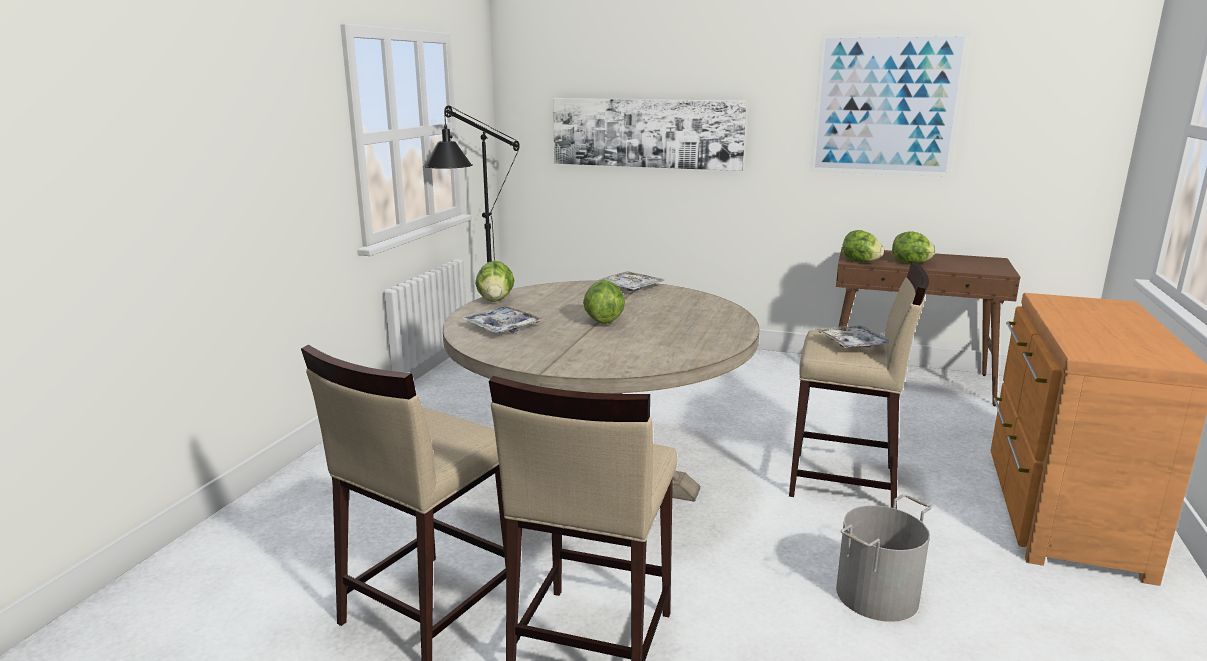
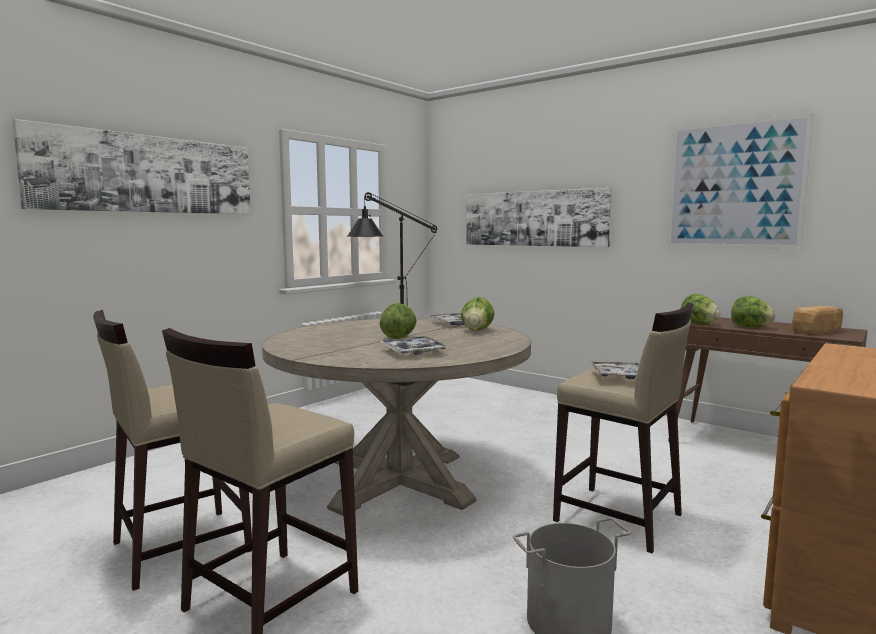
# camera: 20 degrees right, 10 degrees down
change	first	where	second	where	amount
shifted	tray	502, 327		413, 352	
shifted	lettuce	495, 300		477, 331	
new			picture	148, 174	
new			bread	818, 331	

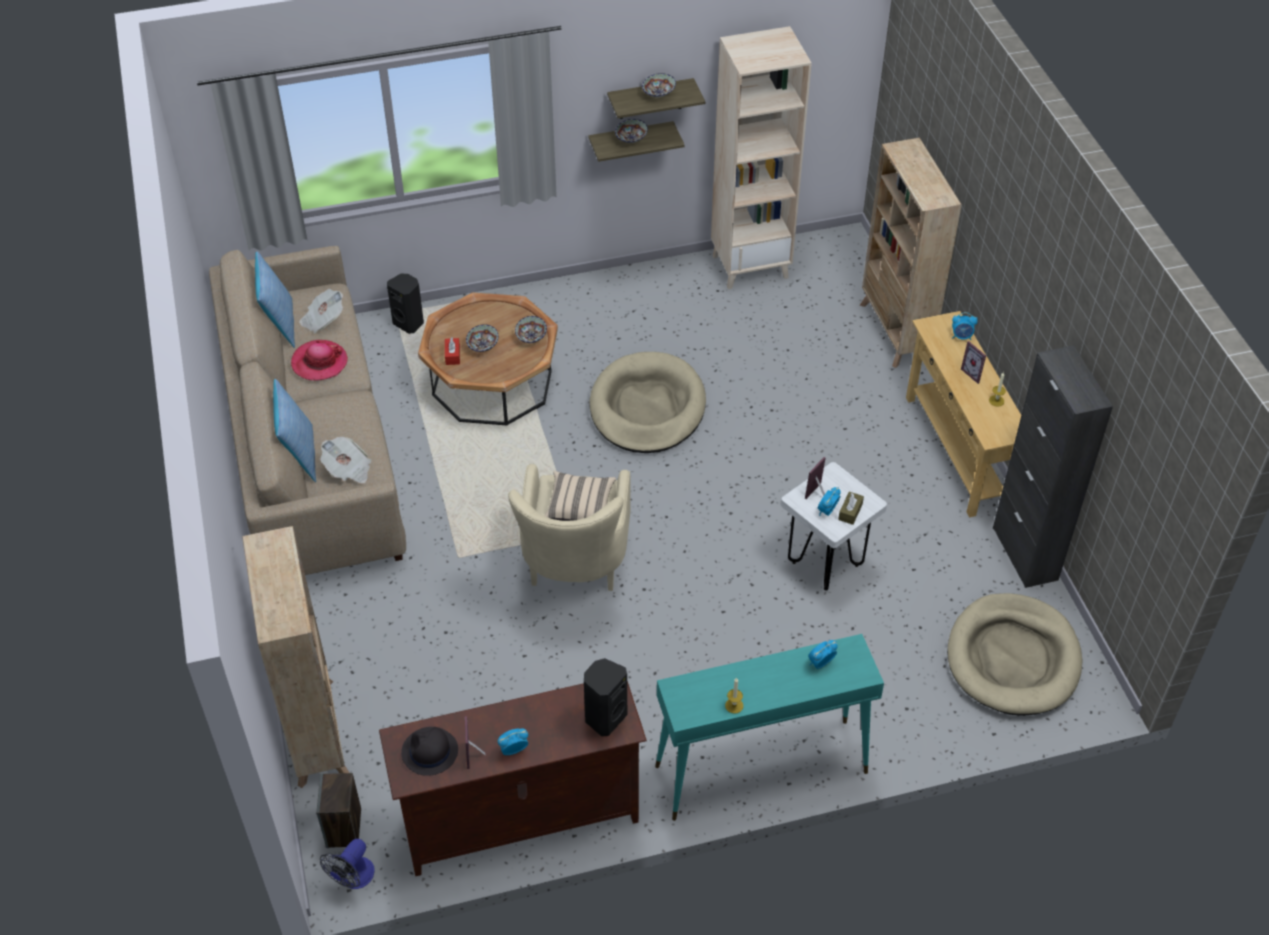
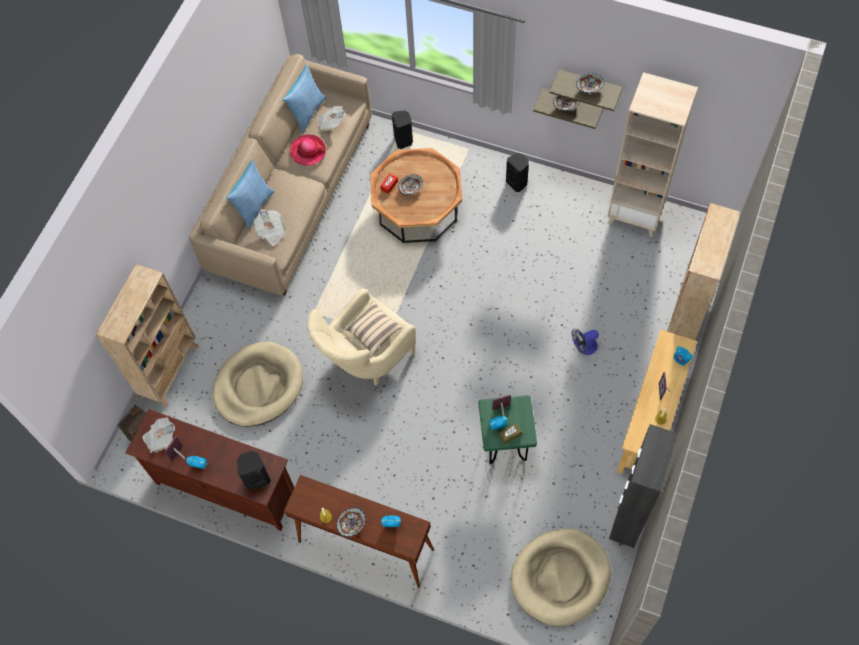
# camera: 40 degrees right, 15 degrees up
change	first	where	second	where	amount
shifted	fan	353, 878		584, 347	
swapped	black hat	429, 752	newspaper	160, 438	
shifted	bowl	531, 337		352, 524	
shifted	beige dog bed	647, 407		258, 386	
repainted	turquoise console table	760, 769	brown console table	365, 545	
repainted	white stool	825, 564	green stool	505, 446	
new			black speaker	517, 182	

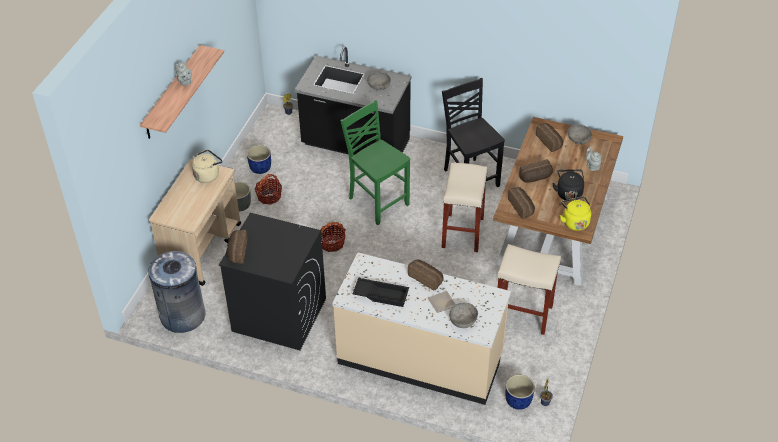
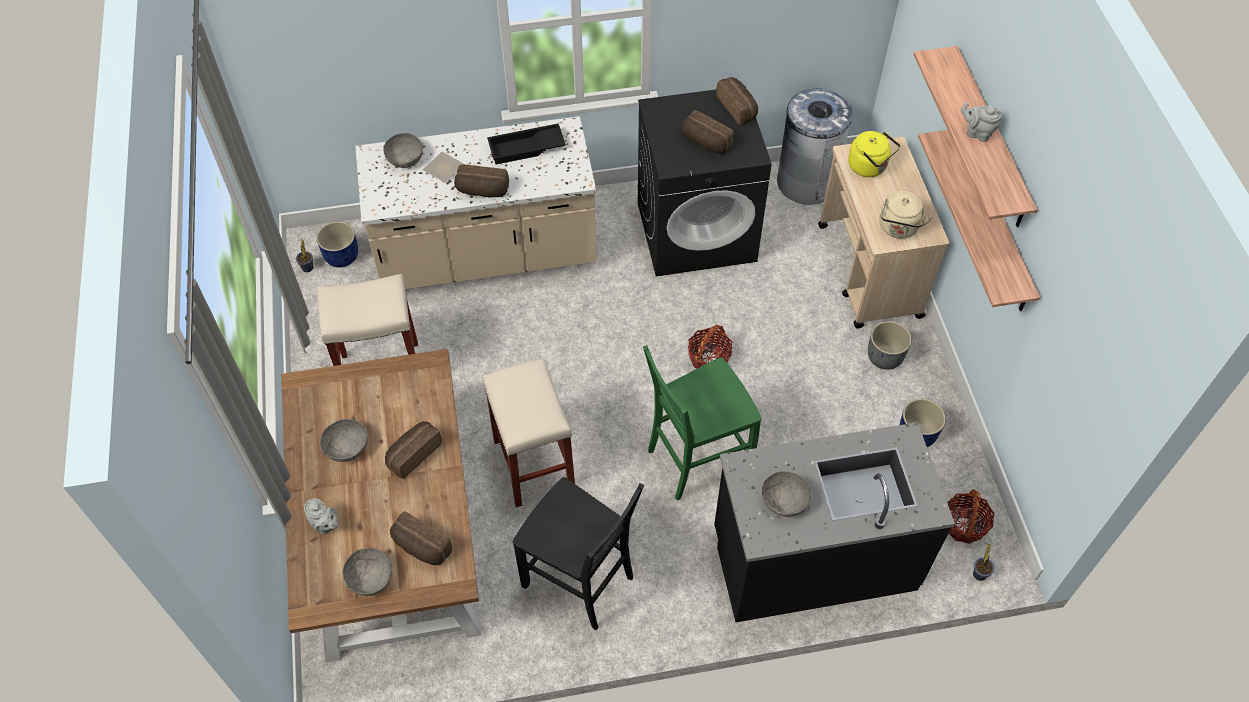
# camera: 150 degrees right, 10 degrees up
change	first	where	second	where	amount
shifted	basket	269, 196		964, 524	
rotated	green chair	377, 201		696, 460	135 degrees clockwise
shifted	bread	522, 207		705, 142	
swapped	black kettle	568, 193	grey bowl	347, 448	
shifted	yellow kettle	574, 222		869, 167	
new			shelf	993, 222	

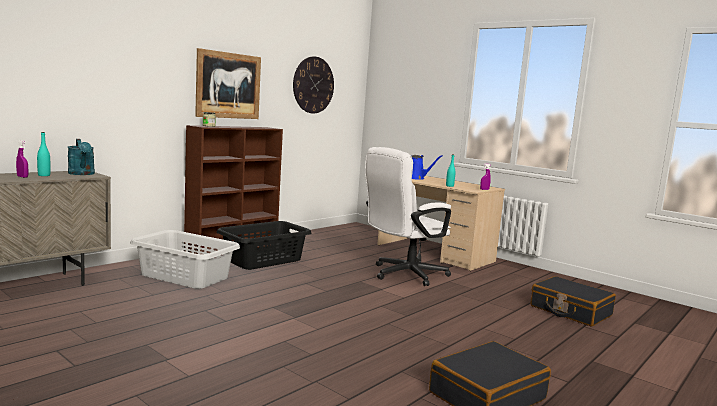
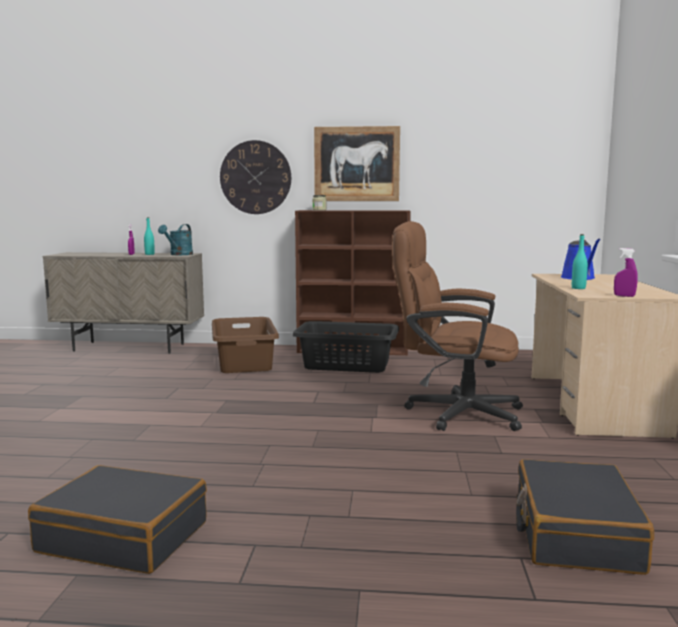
# camera: 55 degrees right, 0 degrees up
change	first	where	second	where	amount
repainted	grey laundry basket	185, 276	brown laundry basket	245, 362	
shifted	wall clock	313, 85		255, 177	
repainted	white office chair	403, 275	brown office chair	453, 412	

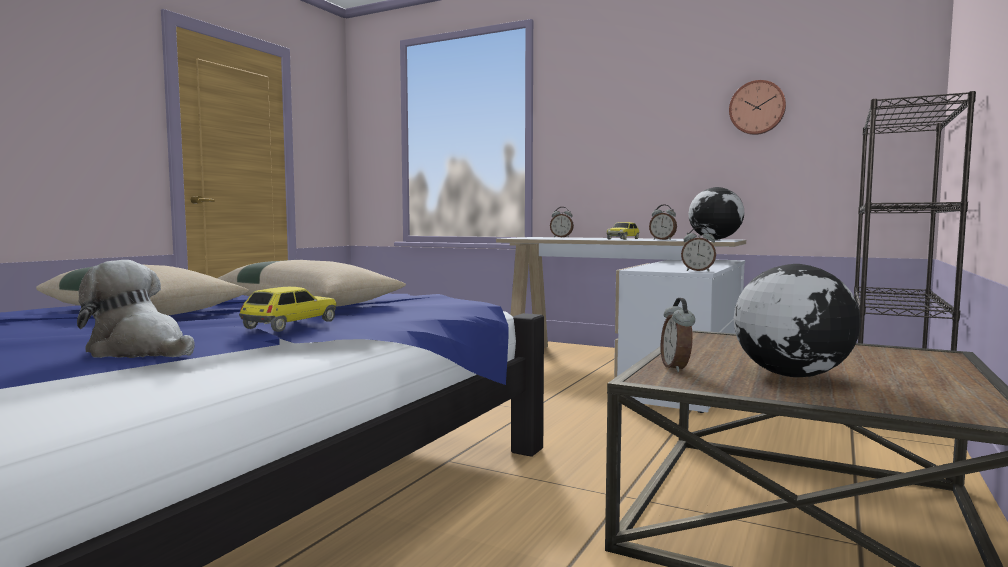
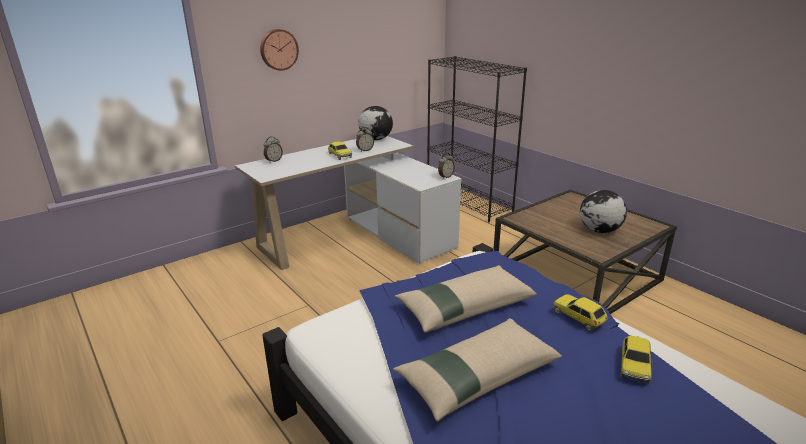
# camera: 65 degrees left, 20 degrees up
change	first	where	second	where	amount
swapped	plush toy	140, 351	toy car	634, 366	
gone	alarm clock	677, 368			
shifted	wall clock	757, 108		278, 49	

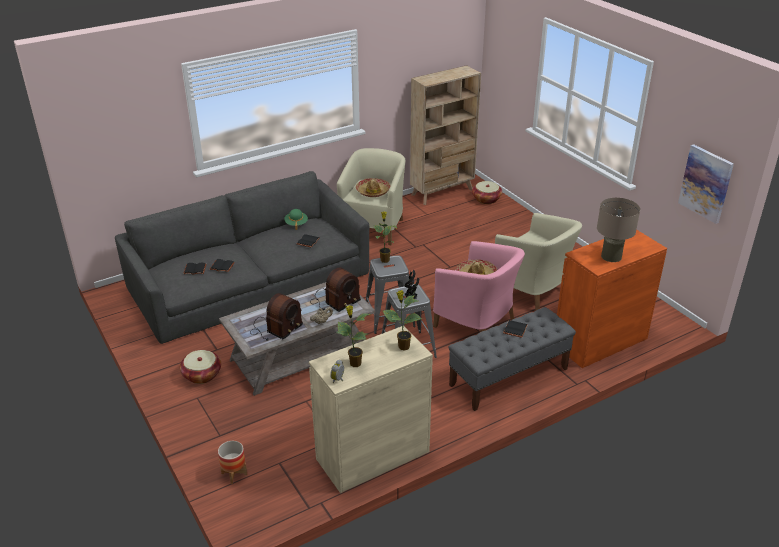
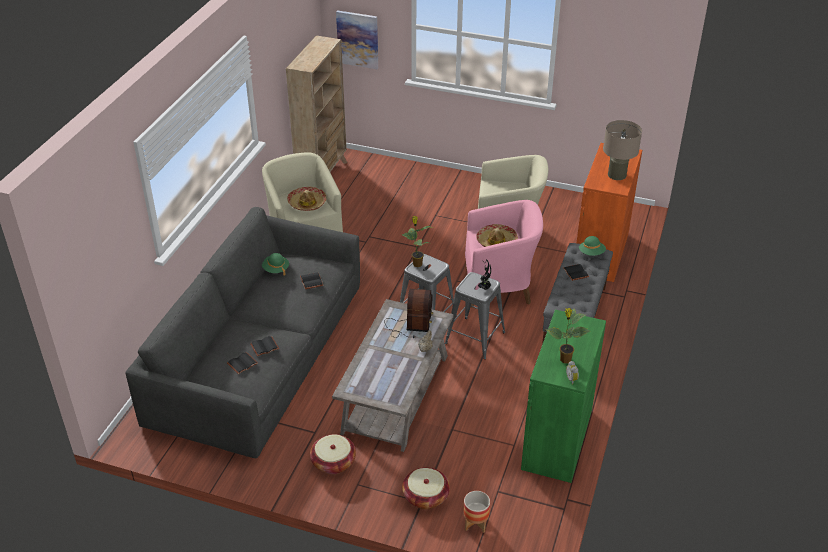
# camera: 40 degrees left, 5 degrees up
change	first	where	second	where	amount
gone	radio	275, 328			
repainted	beige cabinet	372, 455	green cabinet	557, 439	
gone	potted plant	403, 347			
shifted	basket	486, 199		425, 496	
shifted	picture	706, 183		358, 39	
new			green hat	591, 253	

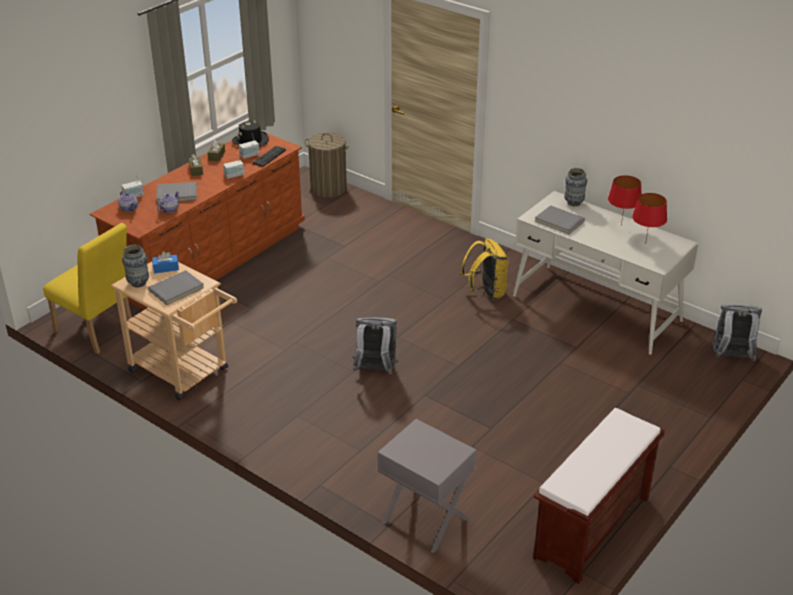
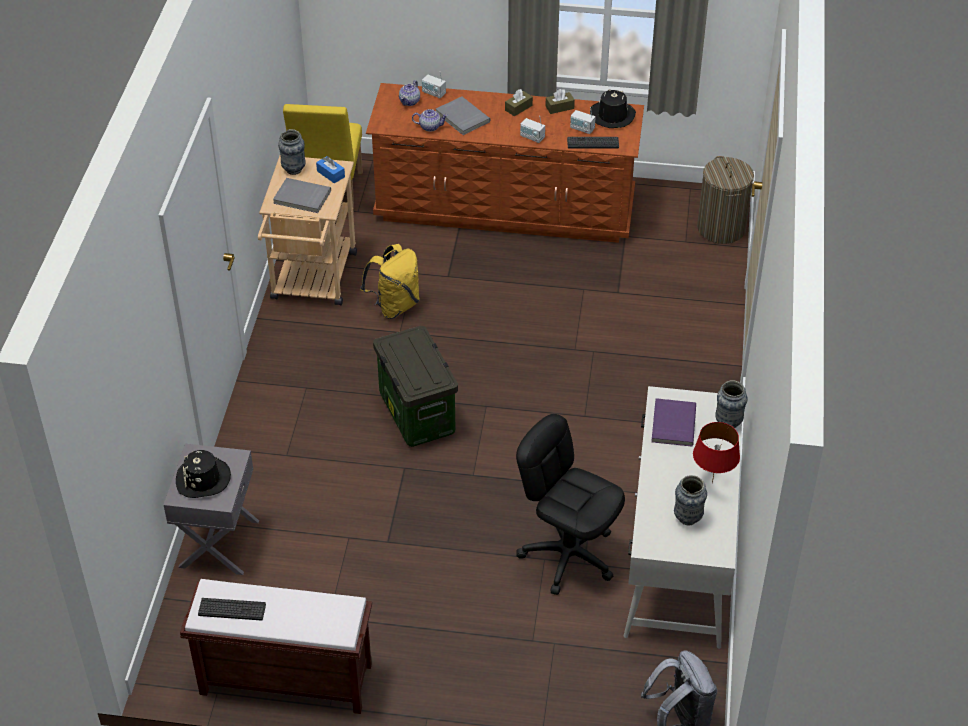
# camera: 60 degrees right, 10 degrees up
change	first	where	second	where	amount
swapped	grey backpack	375, 371	storage box	415, 413	
shifted	yellow backpack	486, 293		394, 306	
repainted	grey book	559, 222	purple book	672, 424	
swapped	red table lamp	645, 244	vase	687, 518	
new			black hat	203, 479	
new			keyboard	232, 609	
new			black office chair	568, 555	

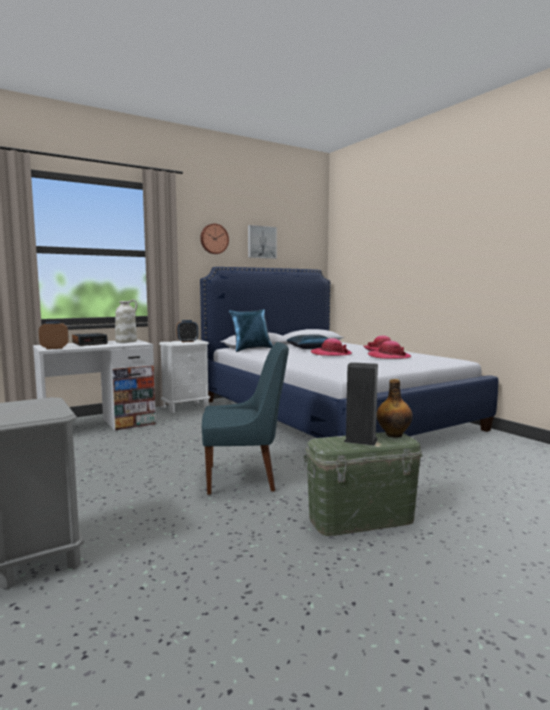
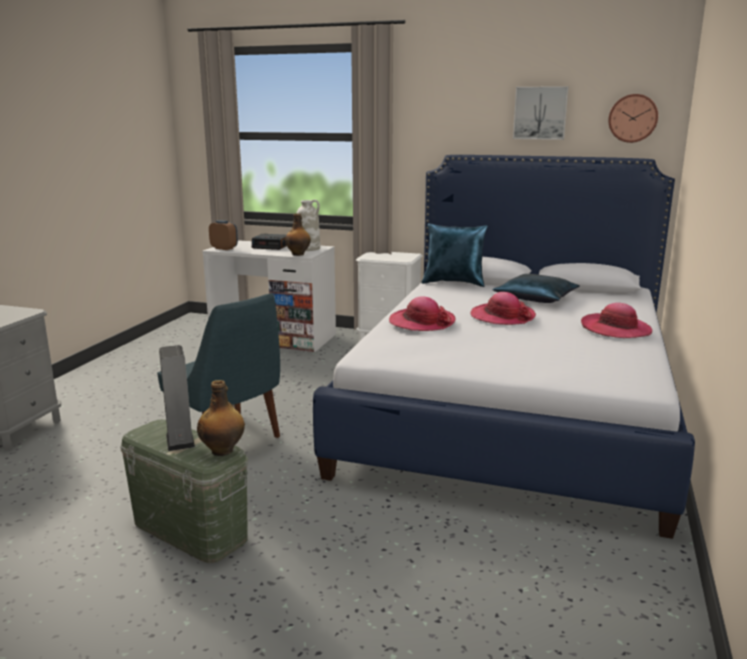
# camera: 50 degrees right, 10 degrees up
change	first	where	second	where	amount
gone	alarm clock	187, 341			
shifted	wall clock	214, 239		632, 118	
shifted	hat	389, 357		421, 322	
new			bottle	298, 254	

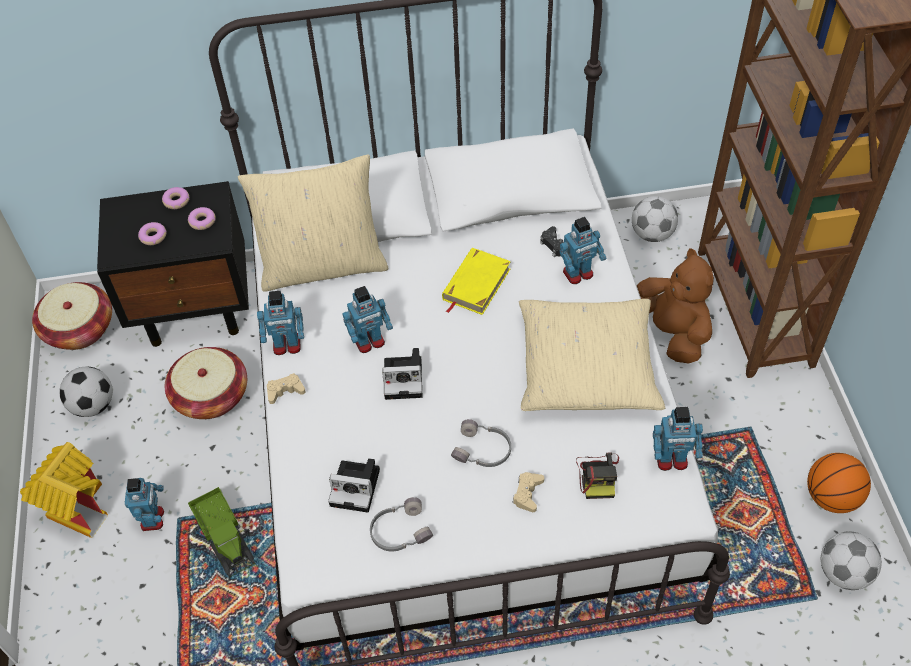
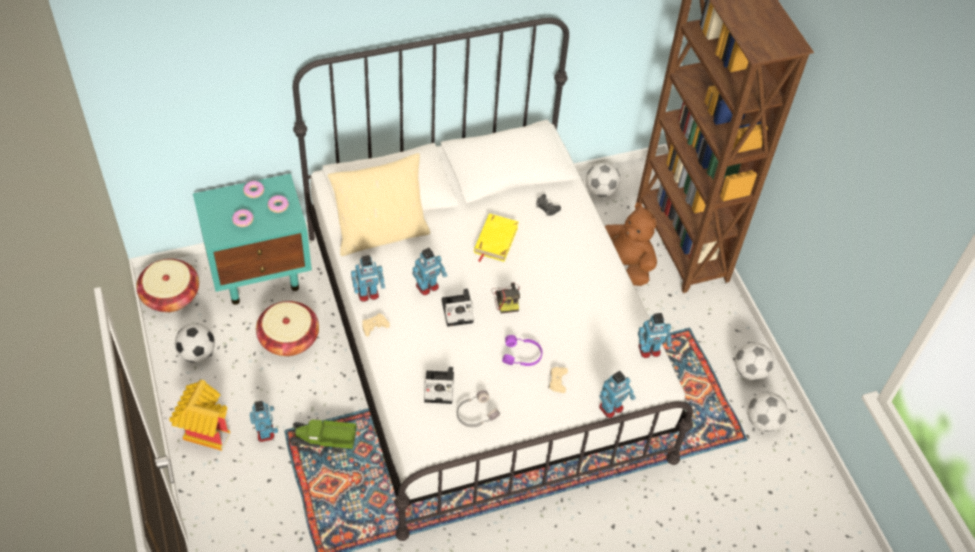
# camera: 15 degrees left, 0 degrees up
change	first	where	second	where	amount
repainted	black nightstand	196, 308	turquoise nightstand	261, 272	
rotated	toy truck	225, 538		324, 441	135 degrees clockwise
repainted	grey headphones	483, 450	purple headphones	522, 355	
gone	beige pillow	587, 366			
shifted	toy robot	578, 274		611, 408	
shifted	photo camera	598, 475		507, 298	
swapped	basketball	831, 497	football	749, 371	

